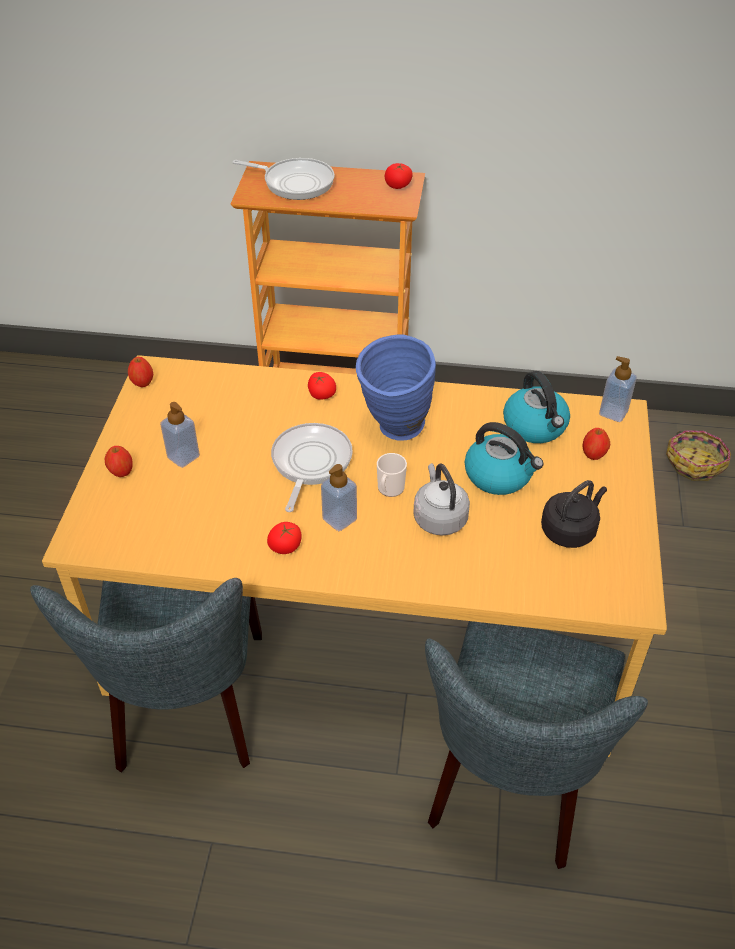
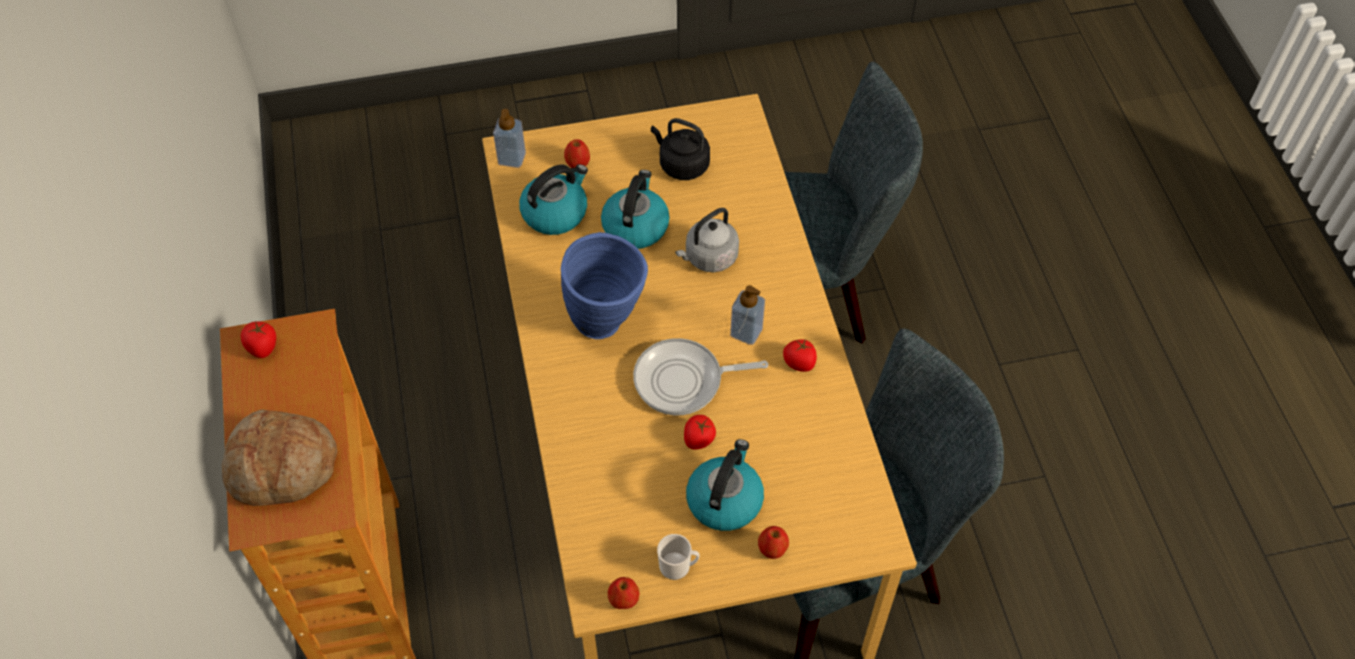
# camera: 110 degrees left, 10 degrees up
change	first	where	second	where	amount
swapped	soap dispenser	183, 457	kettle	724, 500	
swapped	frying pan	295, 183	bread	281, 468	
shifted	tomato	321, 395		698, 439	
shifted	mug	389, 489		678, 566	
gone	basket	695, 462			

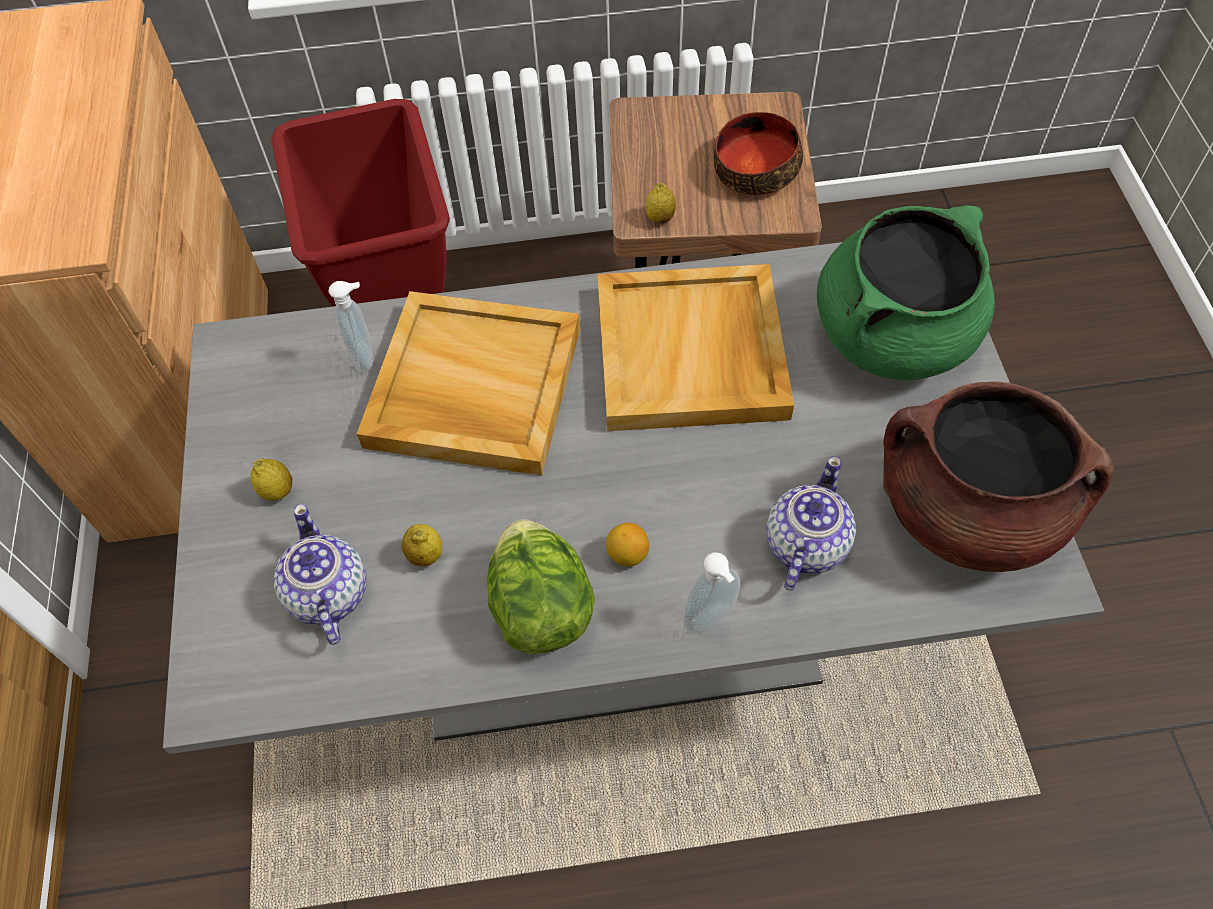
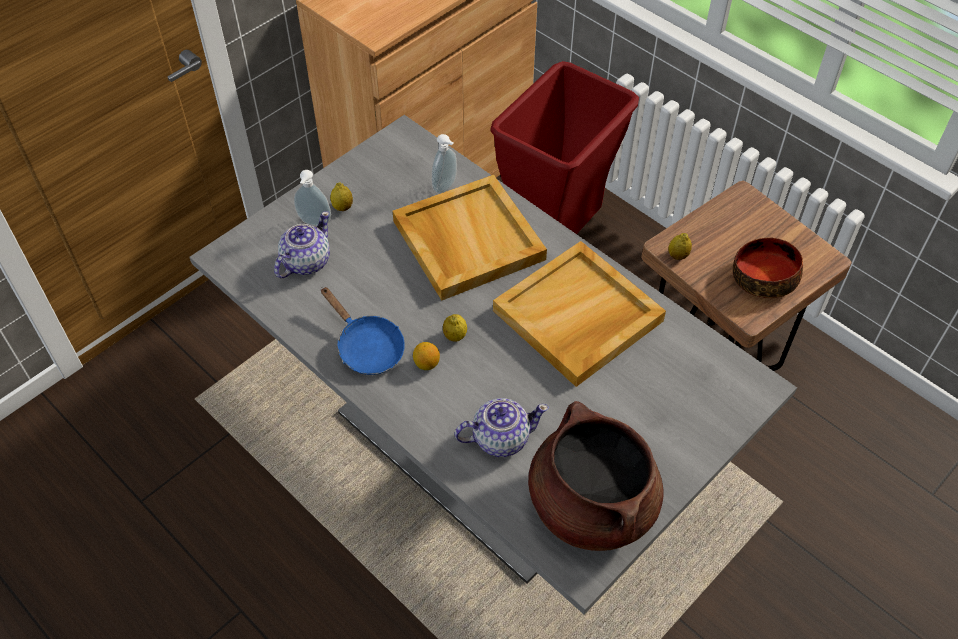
# camera: 50 degrees right, 5 degrees down
change	first	where	second	where	amount
shifted	lemon	425, 555		455, 336	
swapped	lettuce	541, 608	blue frying pan	366, 347	
shifted	soap dispenser	711, 620		314, 223	
gone	green cooking pot	893, 335			

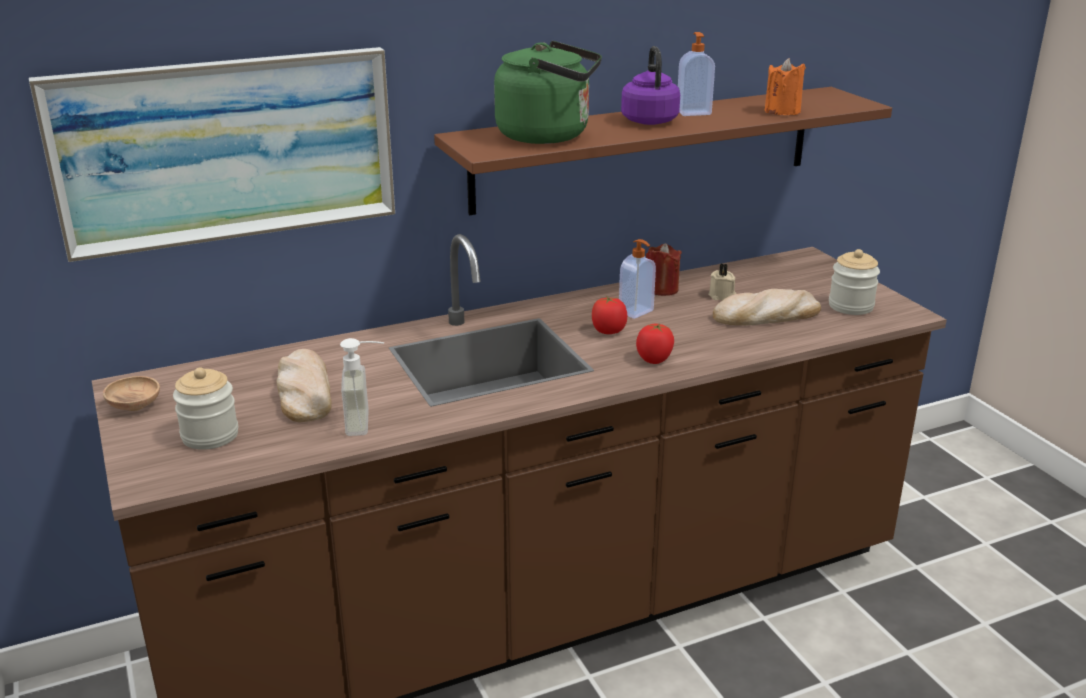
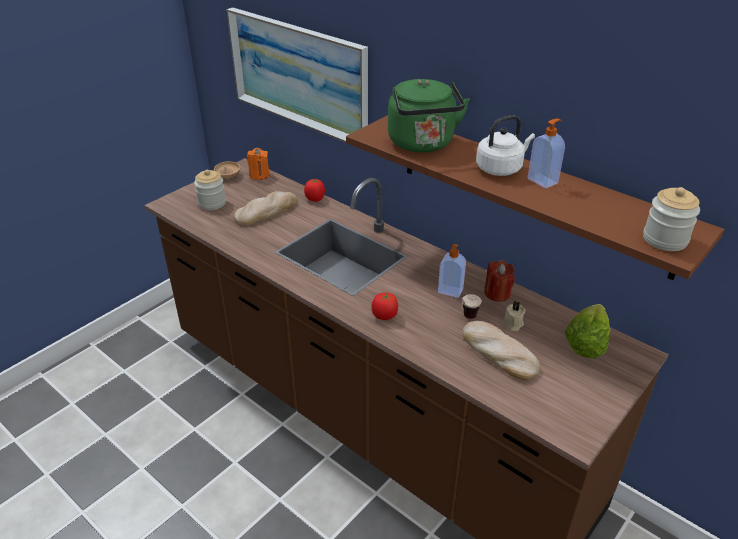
# camera: 65 degrees right, 10 degrees up
change	first	where	second	where	amount
gone	soap dispenser	368, 422			
shifted	tomato	608, 331		315, 199	
repainted	purple kettle	649, 120	white kettle	501, 168	
shifted	orange candle	782, 111		259, 175	
shifted	jar	850, 306		665, 239	
new			cup	463, 317	
new			lettuce	585, 342	

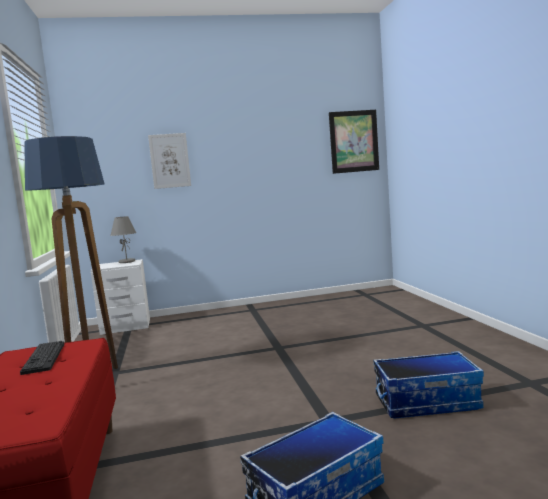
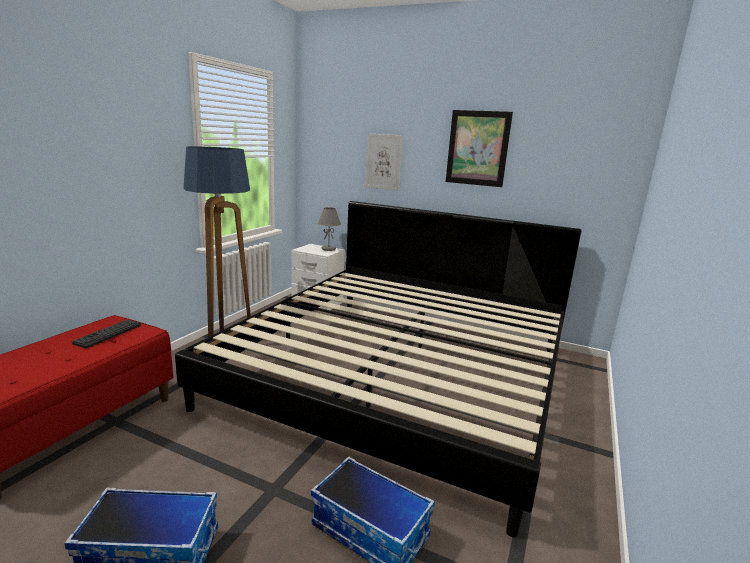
# camera: 35 degrees right, 10 degrees up
change	first	where	second	where	amount
shifted	picture	354, 141		477, 148	
new			bed	400, 375	

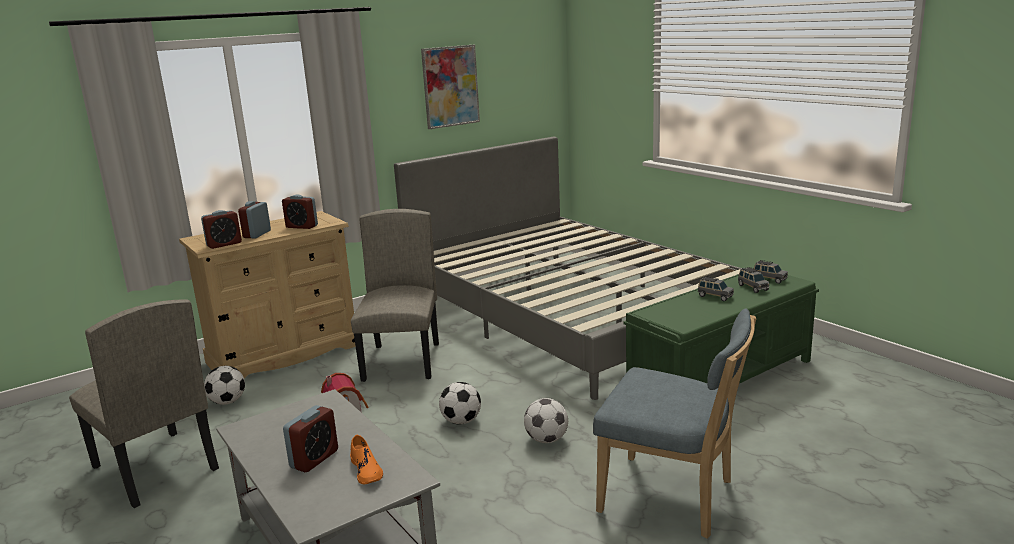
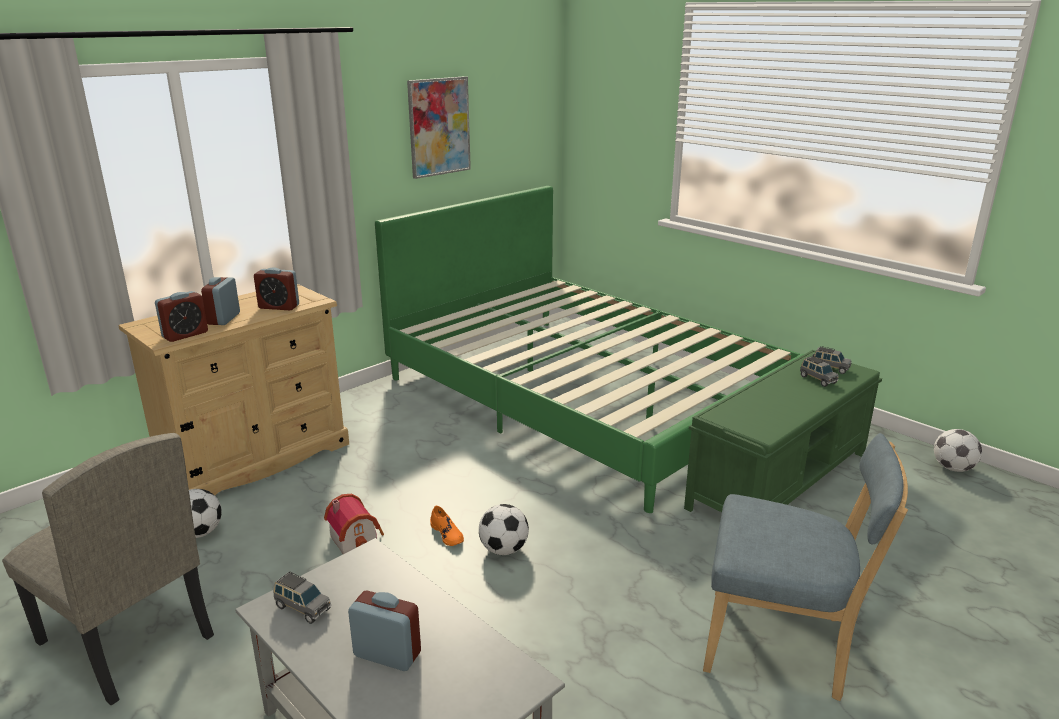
# camera: 10 degrees left, 5 degrees up
change	first	where	second	where	amount
rotated	alarm clock	314, 459		387, 654	90 degrees counterclockwise
shifted	orange shoe	366, 470		447, 534	
gone	beige chair	403, 361			
repainted	grey bed	571, 312	green bed	585, 395	
shifted	football	546, 439		953, 468	
shifted	grey toy car	714, 296		302, 608	

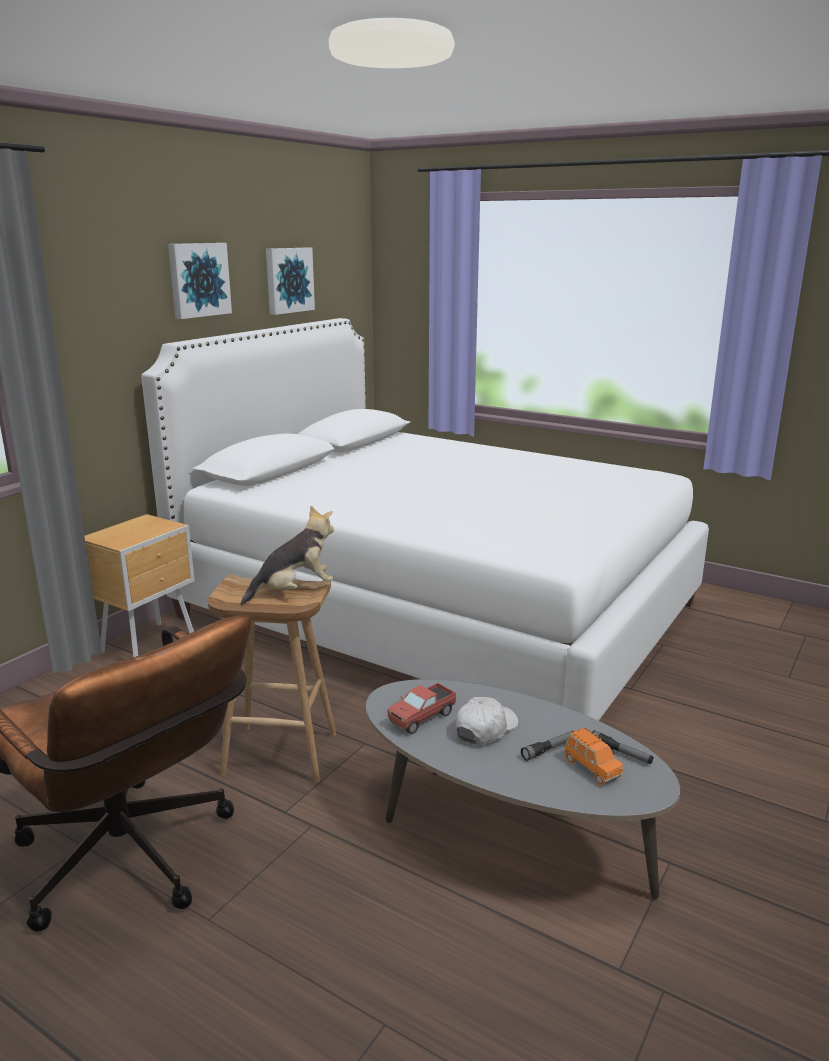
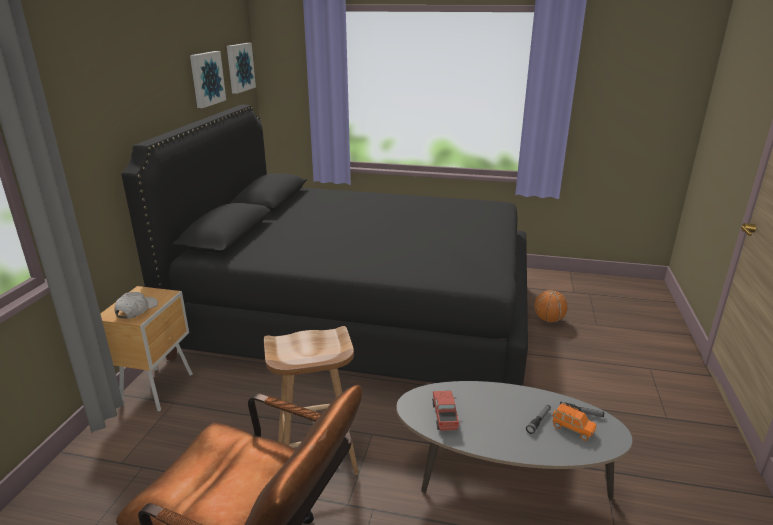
# camera: 20 degrees left, 5 degrees up
change	first	where	second	where	amount
repainted	white bed	438, 610	black bed	361, 317	
shifted	picture	198, 280		239, 67	
gone	plush toy	294, 591			
rotated	toy truck	422, 718		444, 417	150 degrees clockwise
shifted	white cap	485, 729		136, 310	
new			basketball	548, 320	

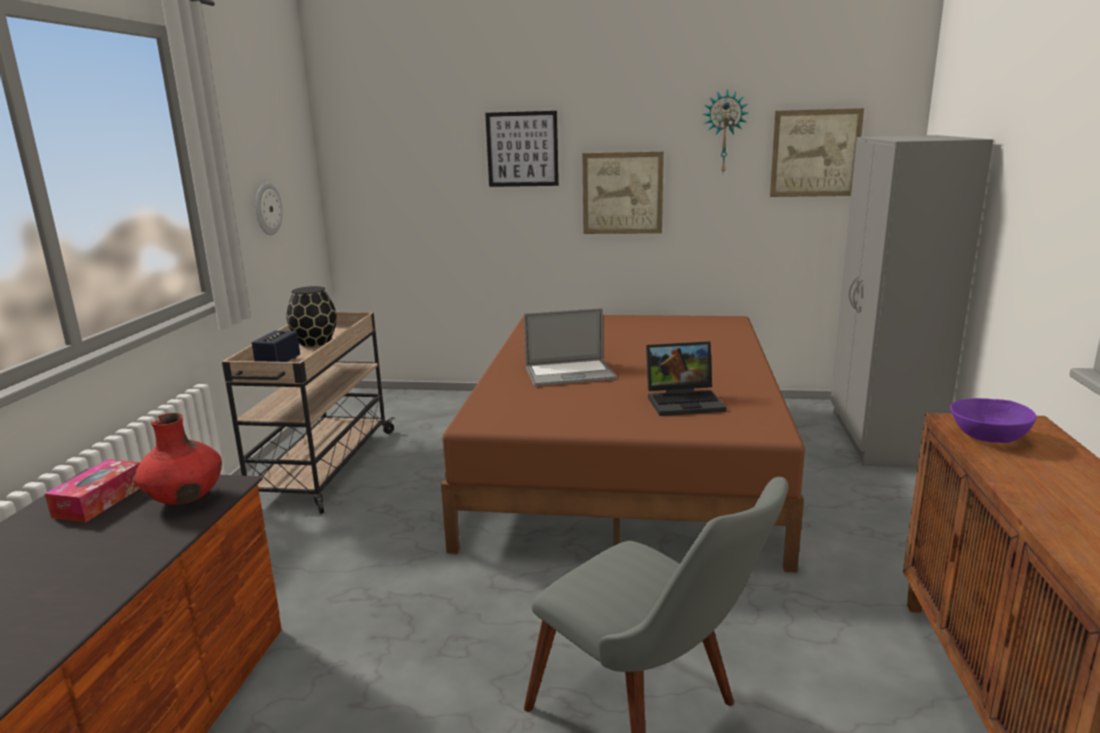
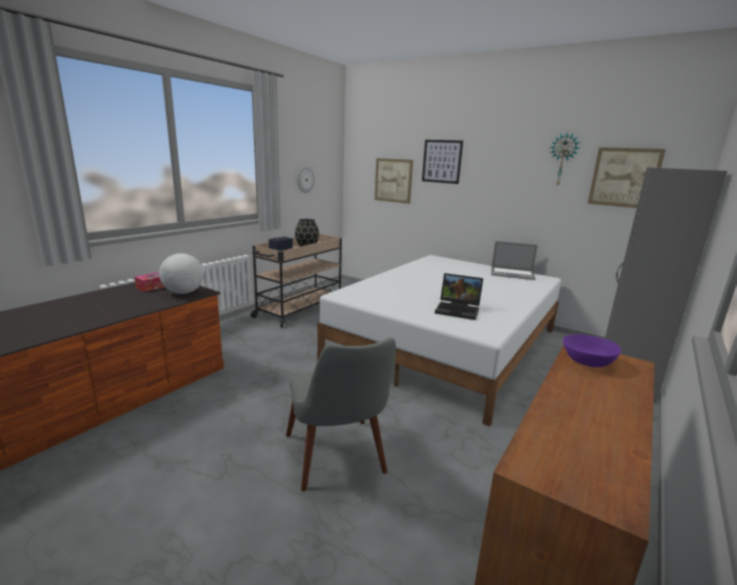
# camera: 25 degrees right, 0 degrees up
change	first	where	second	where	amount
swapped	red vase	186, 499	globe	184, 292	
repainted	brown bed	627, 461	white bed	447, 344	
shifted	laptop	569, 373		512, 274	
shifted	picture	622, 193		393, 180	

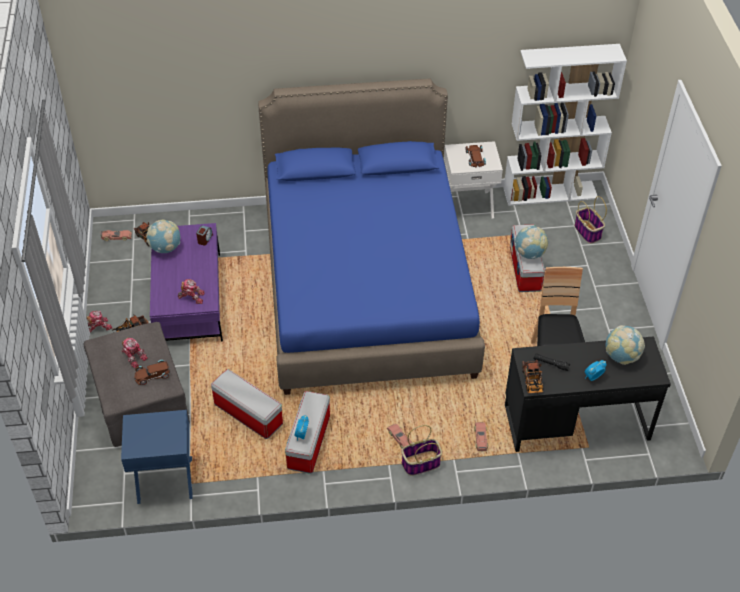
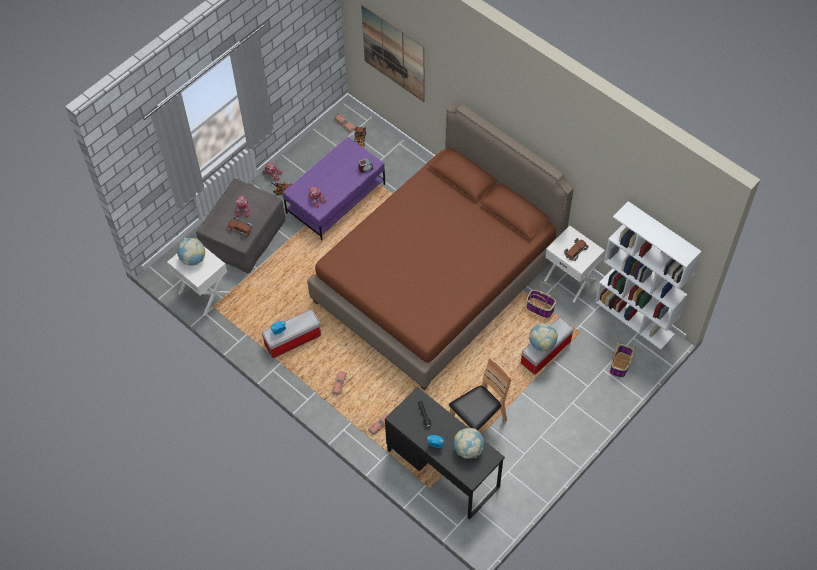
# camera: 50 degrees right, 10 degrees up
change	first	where	second	where	amount
repainted	blue nightstand	165, 480	white nightstand	204, 293	
shifted	globe	165, 248		193, 259	
gone	storage box	247, 414			
repainted	blue bed	366, 287	brown bed	438, 278	
shifted	basket	420, 464		539, 308	
gone	toy truck	532, 383			
new			picture	394, 53	

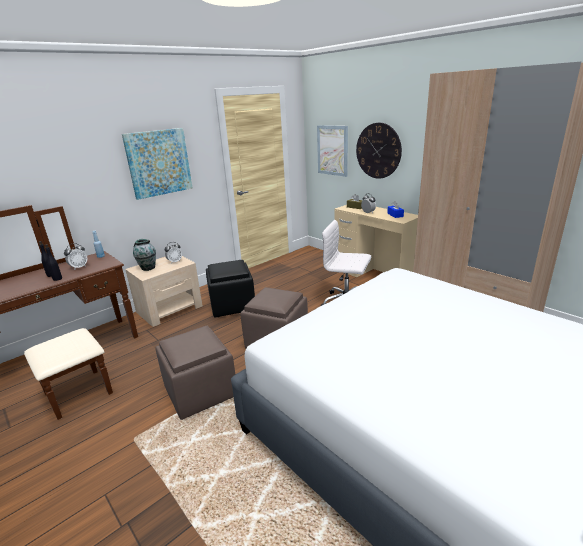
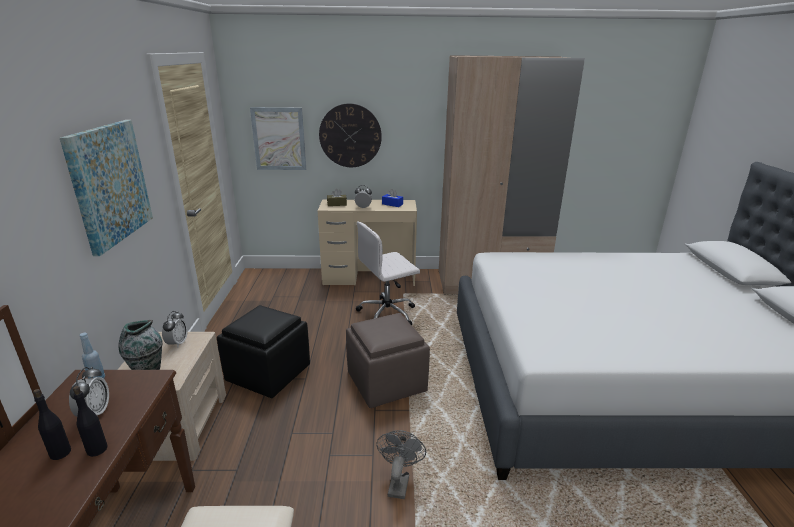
# camera: 50 degrees left, 0 degrees up
change	first	where	second	where	amount
swapped	brown ottoman	199, 392	grey fan	399, 482	

